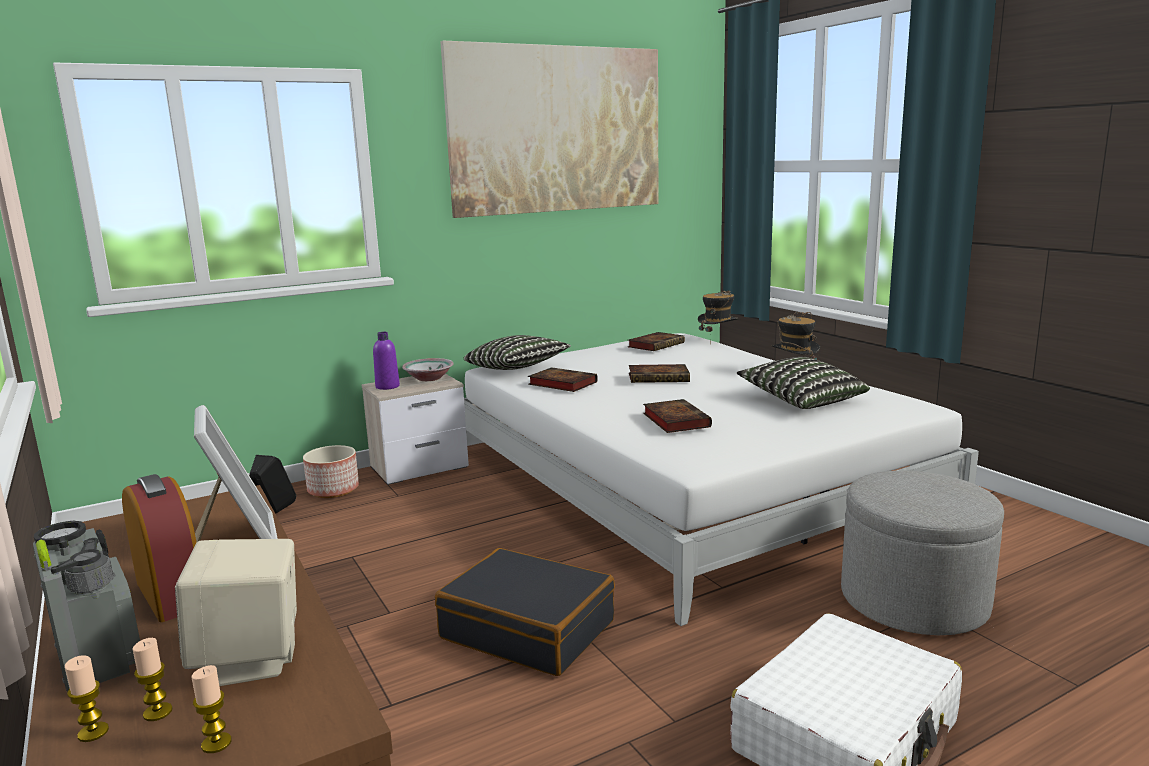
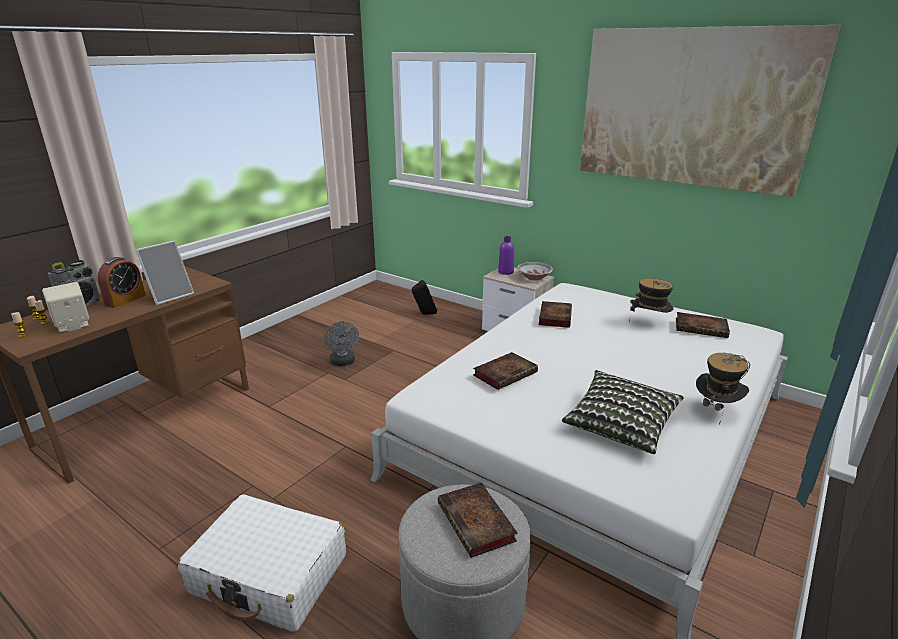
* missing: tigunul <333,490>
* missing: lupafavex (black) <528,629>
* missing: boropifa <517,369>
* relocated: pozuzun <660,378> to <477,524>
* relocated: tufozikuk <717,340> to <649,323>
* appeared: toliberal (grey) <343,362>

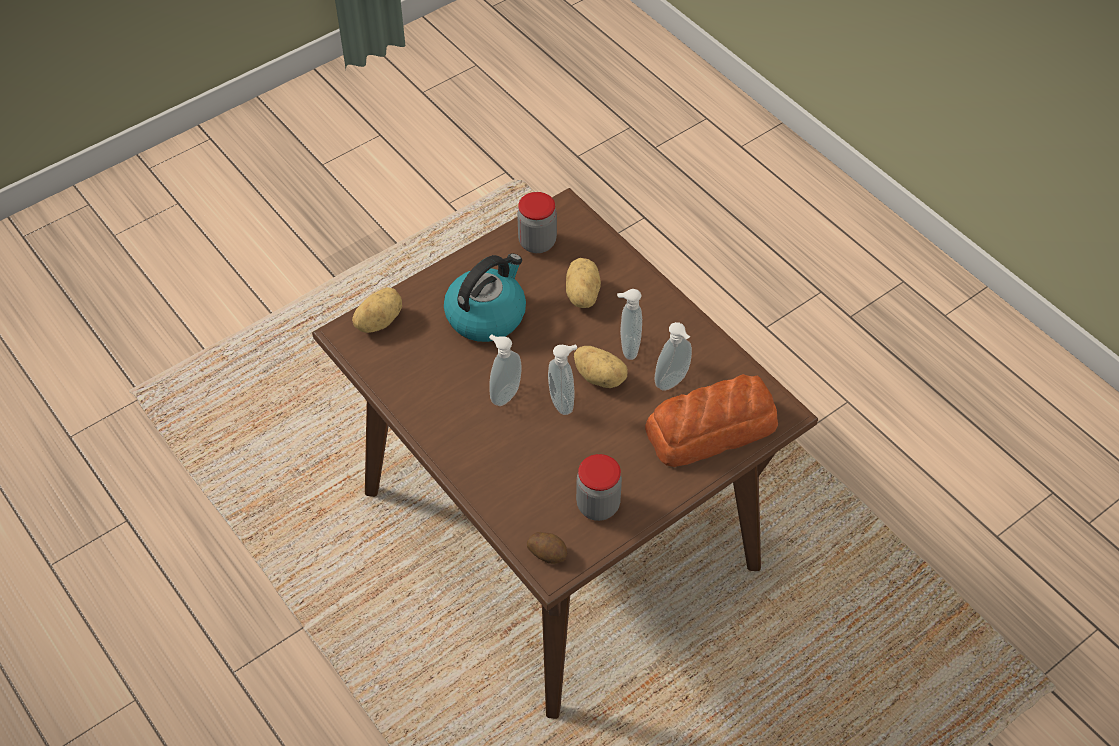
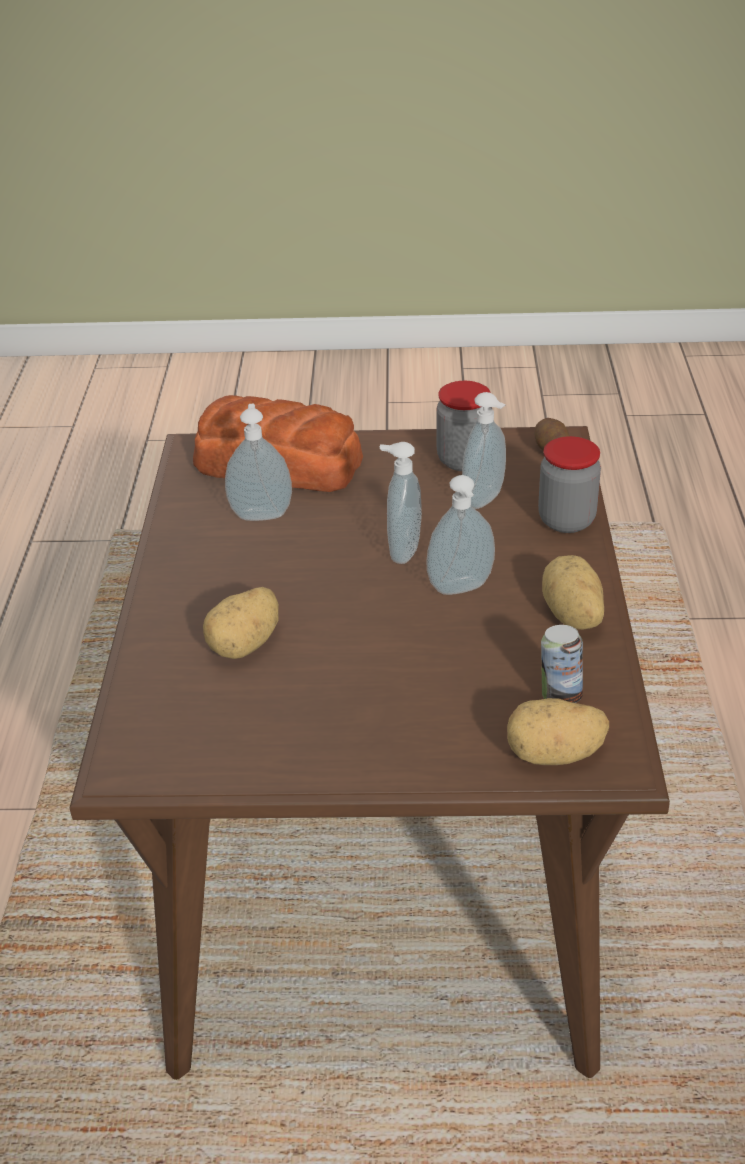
* missing: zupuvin <486,315>
* relocated: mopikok <537,242> to <566,520>
* relocated: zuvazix <600,376> to <571,616>
* relocated: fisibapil <627,348> to <486,500>
* appeared: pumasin <559,696>

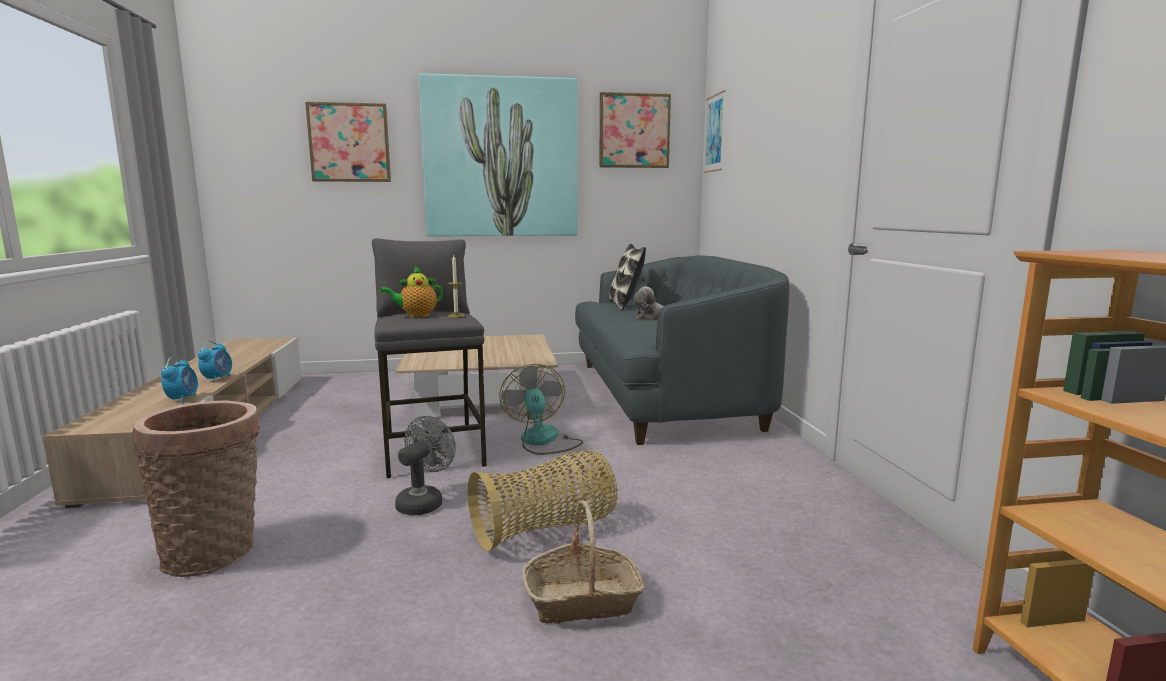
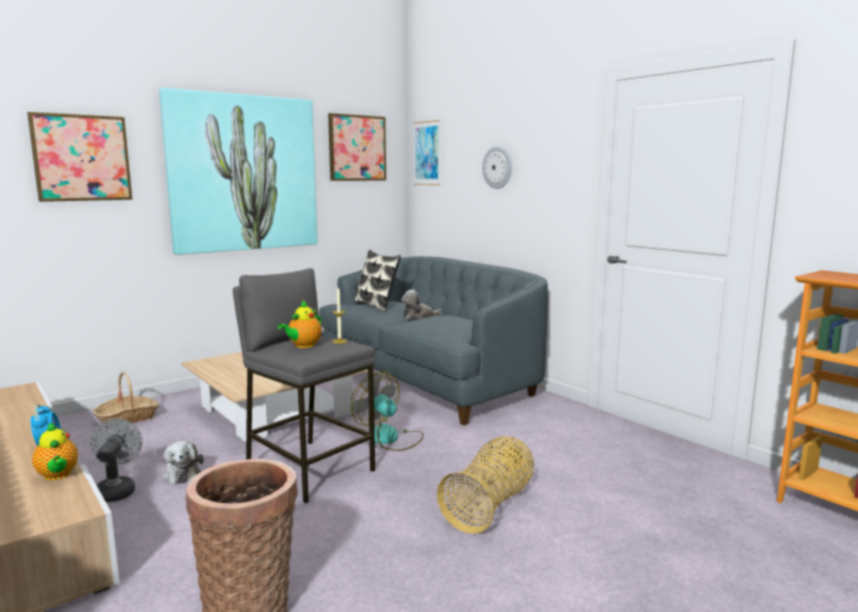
* exchanged: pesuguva <183,399> to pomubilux <58,476>
* relocated: toliberal (grey) <424,502> to <117,490>
* relocated: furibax <582,600> to <127,419>
* appeared: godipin <182,474>
* appeared: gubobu <497,167>

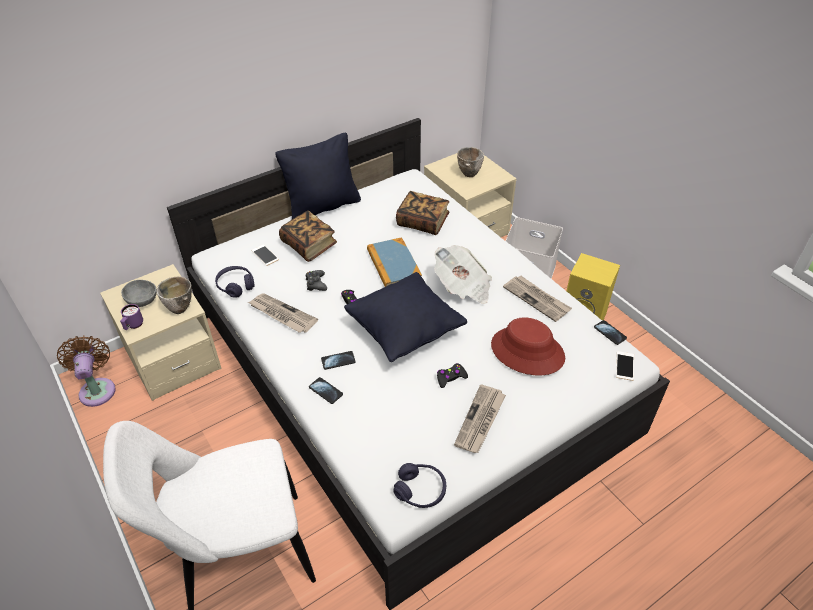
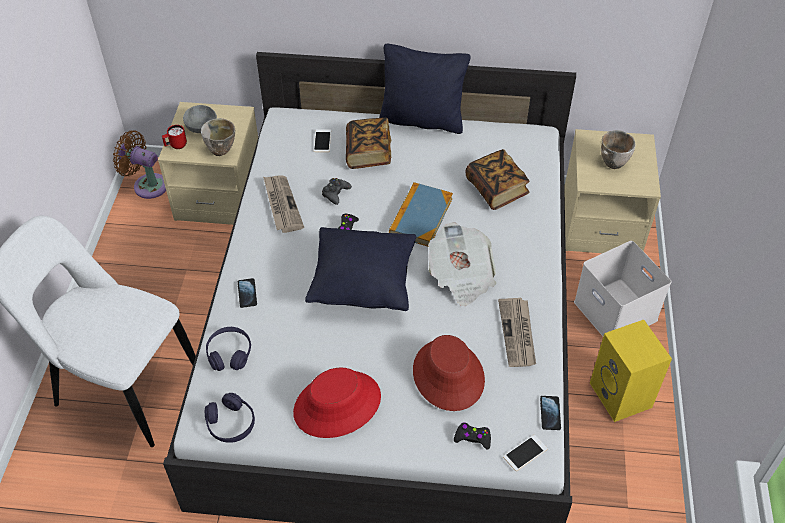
* spun: toliberal (brown) <97,389> = <147,185> 90 degrees counterclockwise
* colour: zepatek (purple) <133,326> to zepatek (red) <176,146>
* relocated: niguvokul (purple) <236,286> to <229,354>
* missing: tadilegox <338,361>
* relocated: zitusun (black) <450,378> to <472,438>
* exchanged: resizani <480,421> to tufozikuk (red) <337,405>

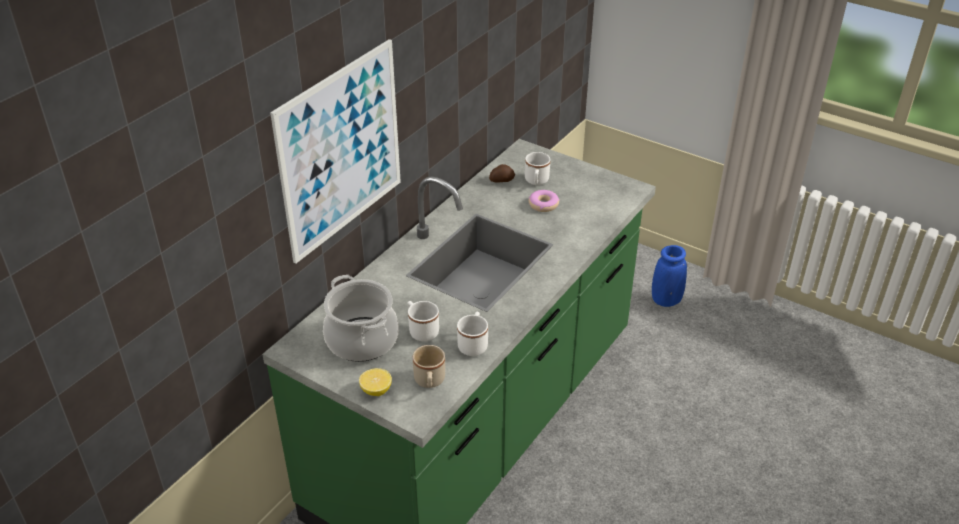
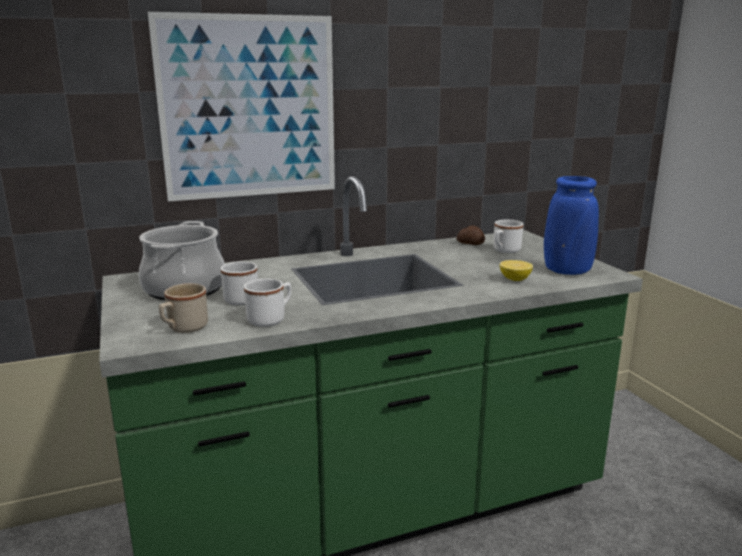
* relocated: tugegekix <376,390> to <515,279>
* missing: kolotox <543,205>
* relocated: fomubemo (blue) <666,300> to <566,271>

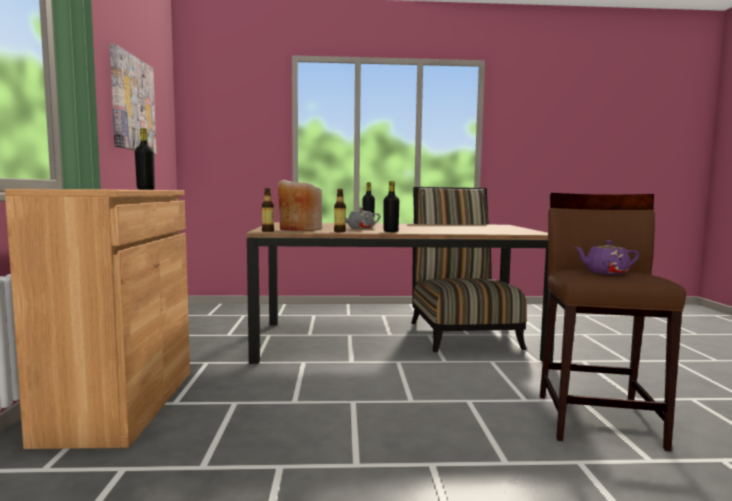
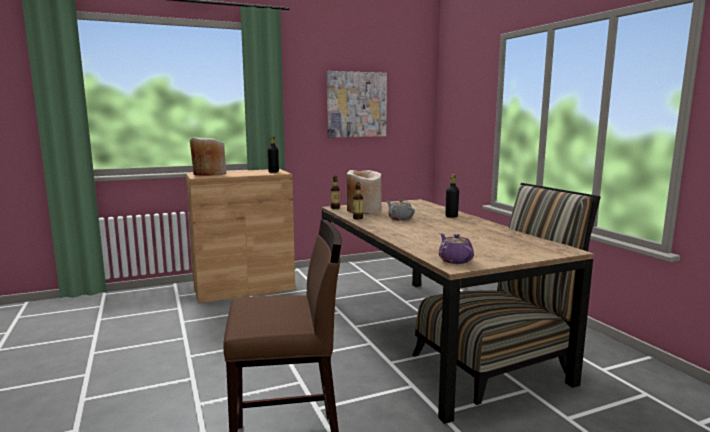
* missing: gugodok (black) <390,231>
* relocated: pomubilux (purple) <605,272> to <455,260>
* appeared: fomubemo (beige) <209,174>

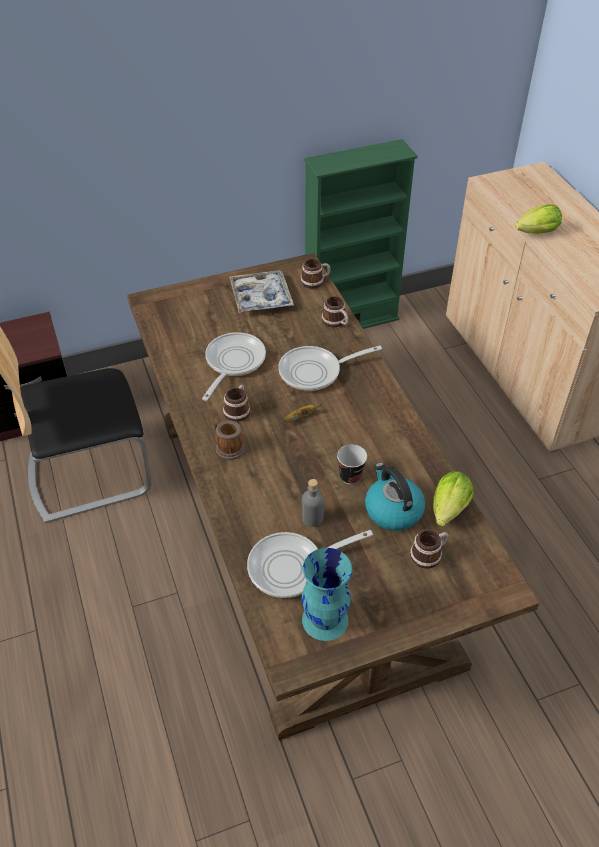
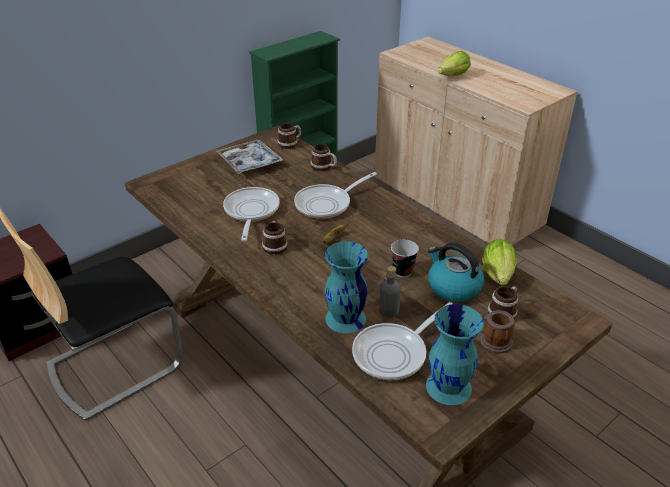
* relocated: zepatek <227,447> to <492,341>
* appeared: fomubemo (turquoise) <345,319>

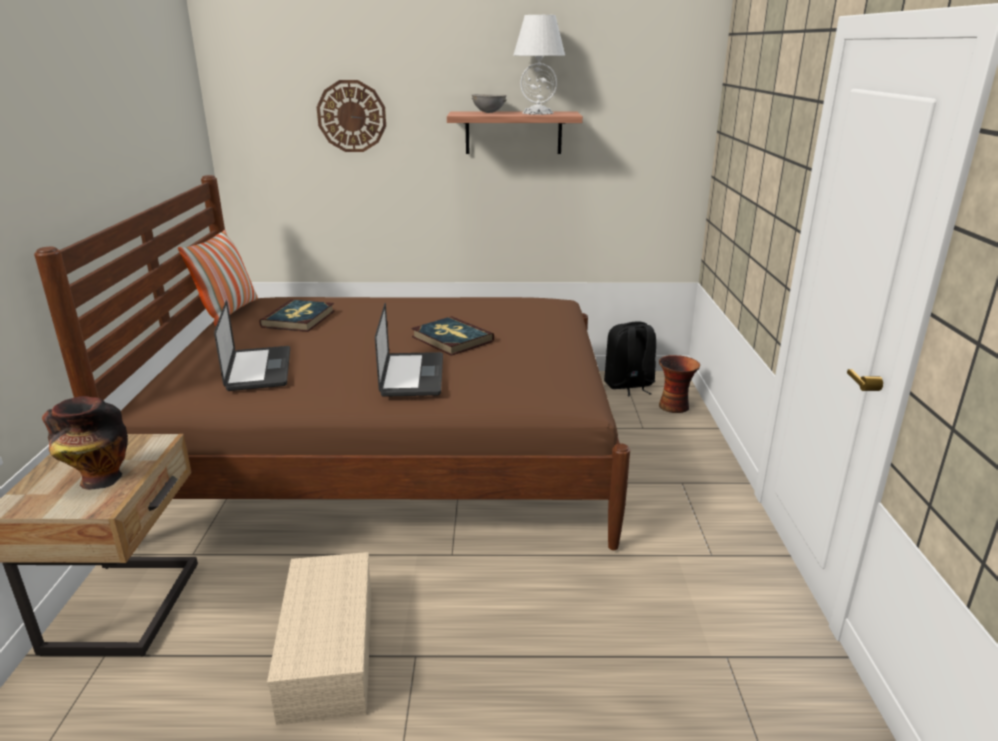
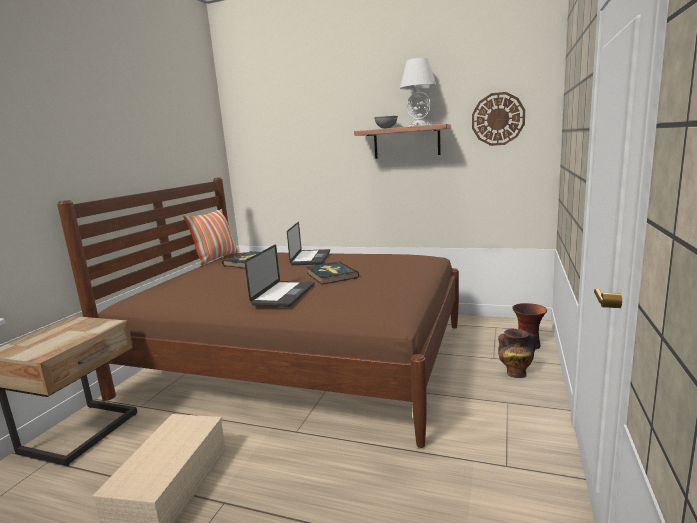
* relocated: fomubemo <98,479> to <515,373>
* relocated: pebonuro <259,370> to <311,258>
* relocated: gubobu <351,116> to <498,119>
* missing: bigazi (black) <628,385>

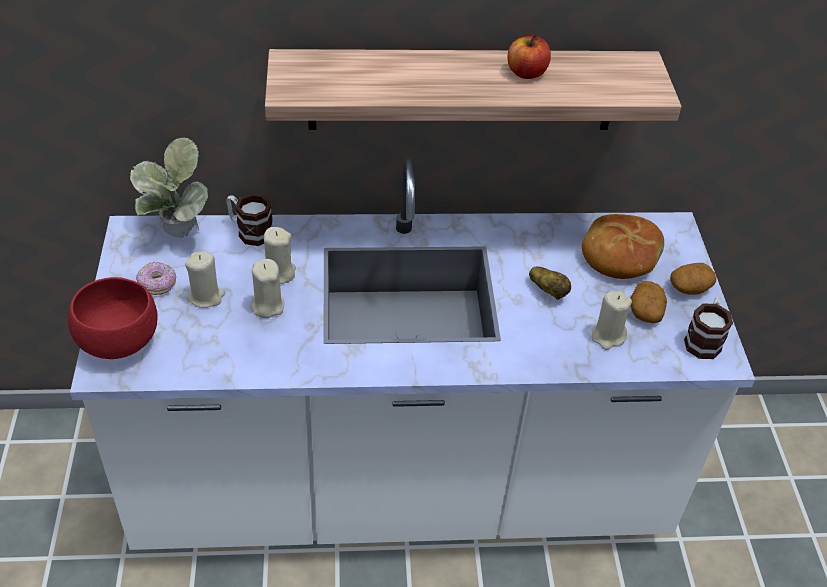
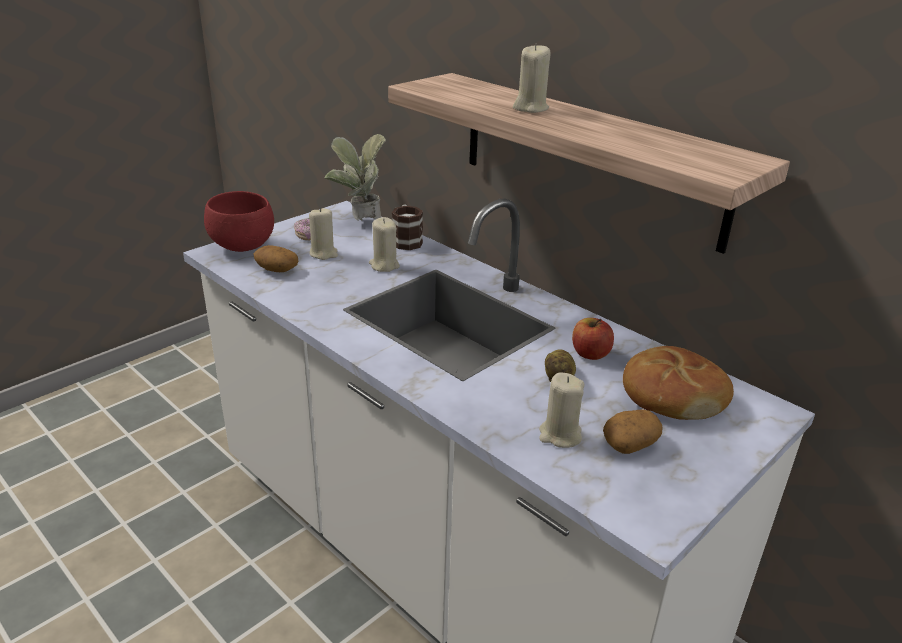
* relocated: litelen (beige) <267,305> to <530,108>
* relocated: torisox <526,73> to <590,354>
* relocated: zuvazix <689,288> to <276,269>
* missing: zepatek <704,339>

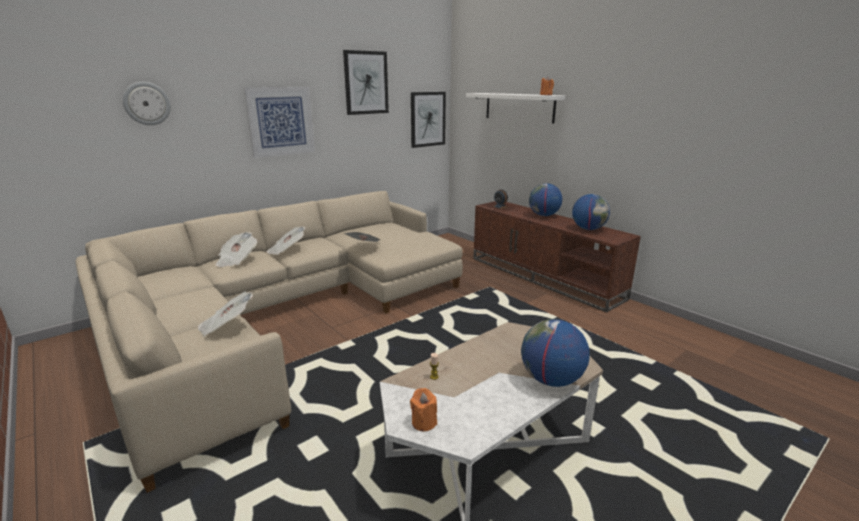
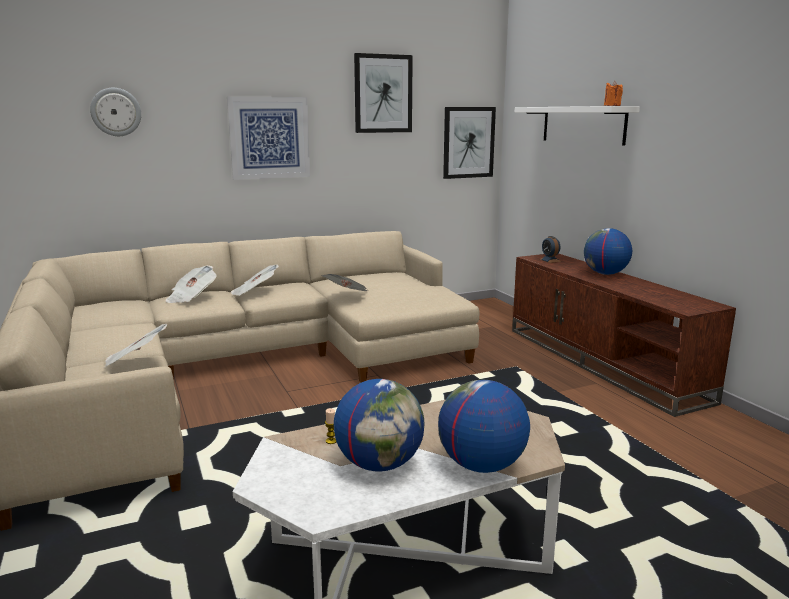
* missing: litelen (orange) <424,422>
* relocated: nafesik <588,229> to <379,464>

